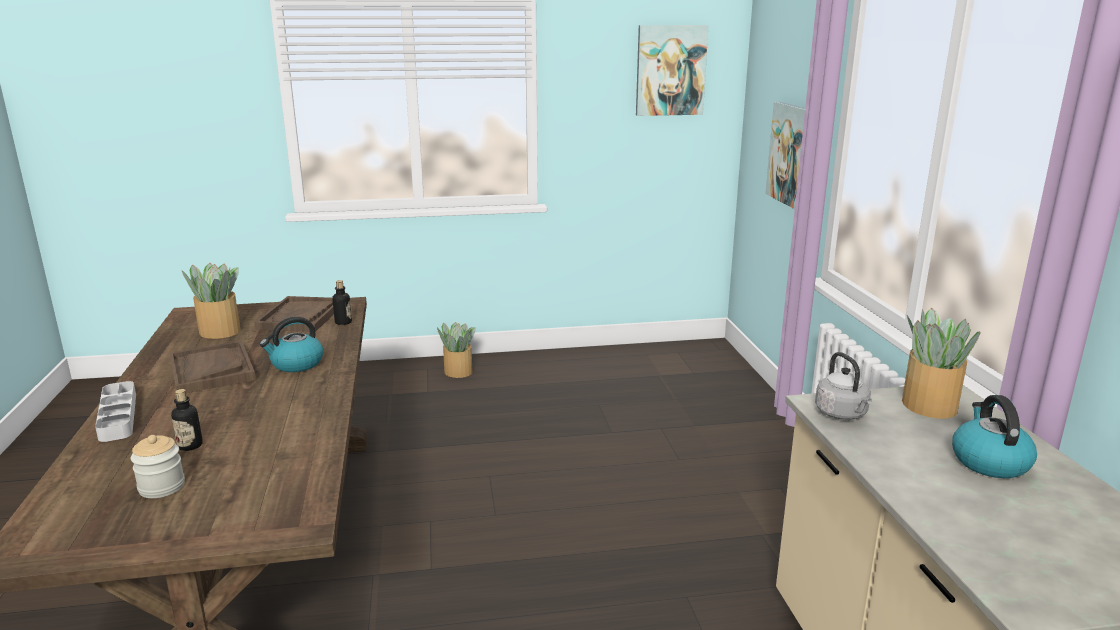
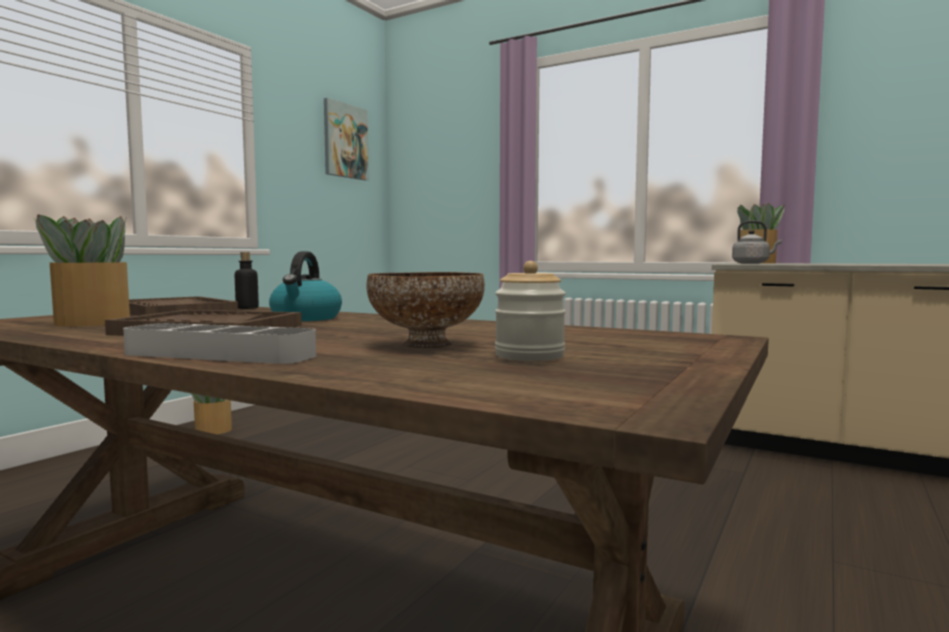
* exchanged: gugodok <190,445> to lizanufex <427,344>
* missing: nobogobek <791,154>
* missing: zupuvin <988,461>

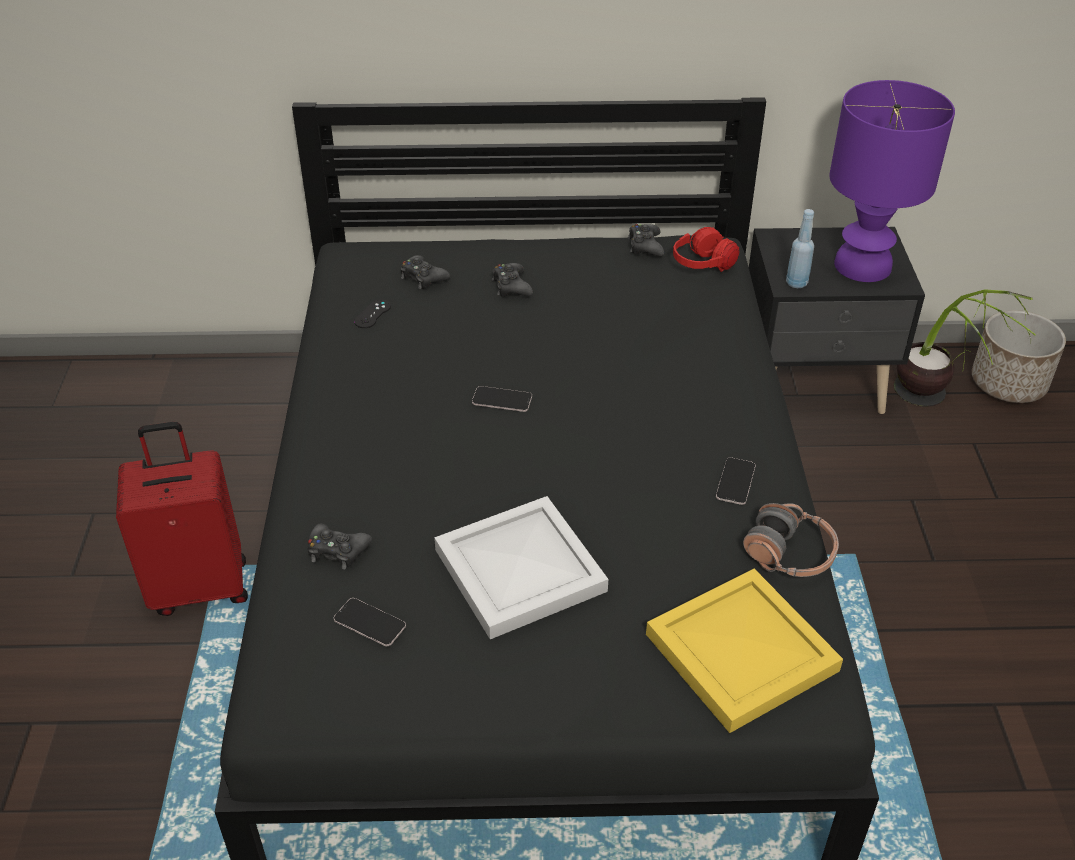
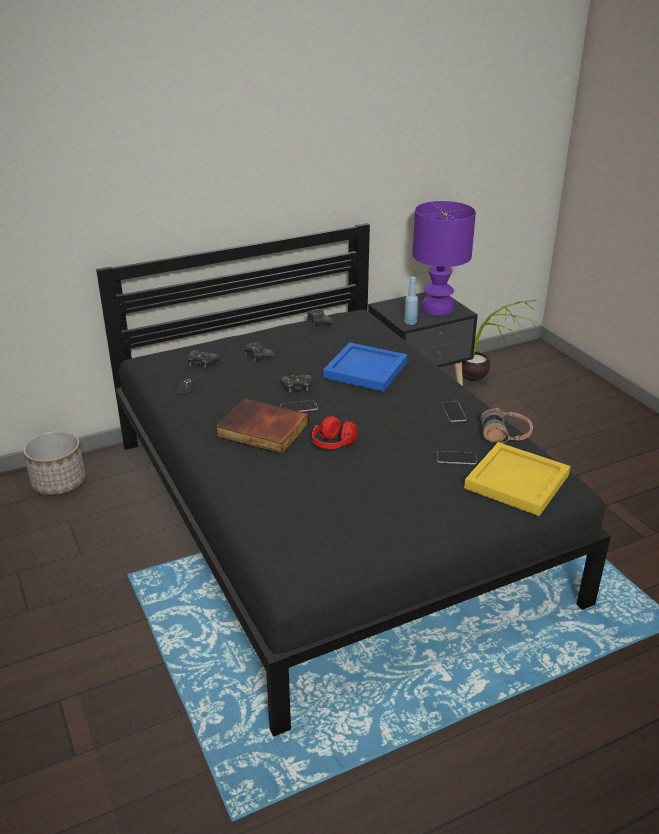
* missing: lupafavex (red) <200,586>
* relocated: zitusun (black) <337,551> to <297,387>
* relocated: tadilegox <369,623> to <456,458>
* missing: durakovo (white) <521,568>
* relocated: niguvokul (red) <703,266> to <334,446>
* relocated: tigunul <1008,384> to <59,482>
* appeared: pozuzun <261,431>
* appeared: durakovo (blue) <364,370>

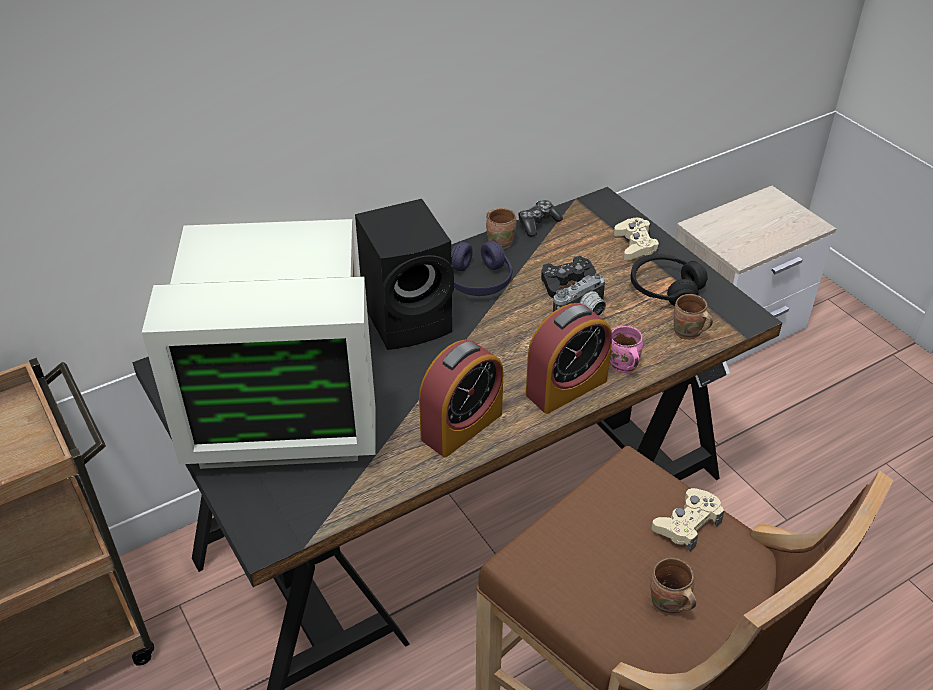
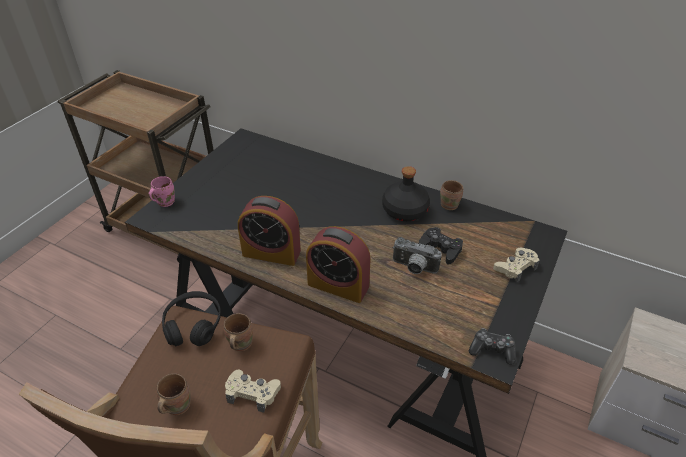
* missing: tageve <284,407>
* missing: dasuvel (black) <410,318>
* exchanged: niguvokul (purple) <478,280> to gugodok (black) <404,210>
* relocated: zitusun <538,223> to <492,350>
* relocated: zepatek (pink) <622,366> to <164,202>
* relocated: niguvokul (black) <665,289> to <193,325>
* relocated: zepatek (brown) <687,333> to <239,344>

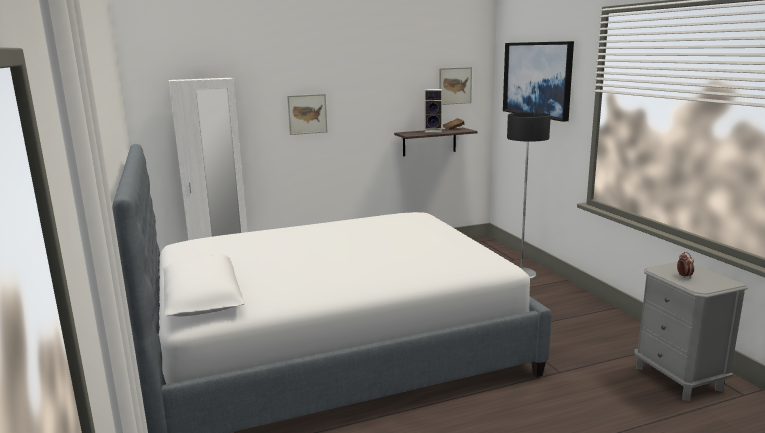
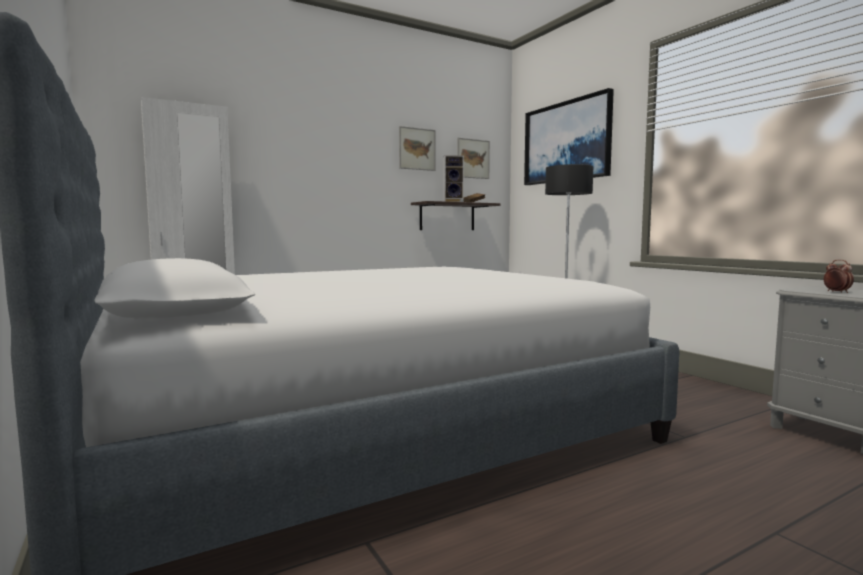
* relocated: nobogobek <307,114> to <417,149>

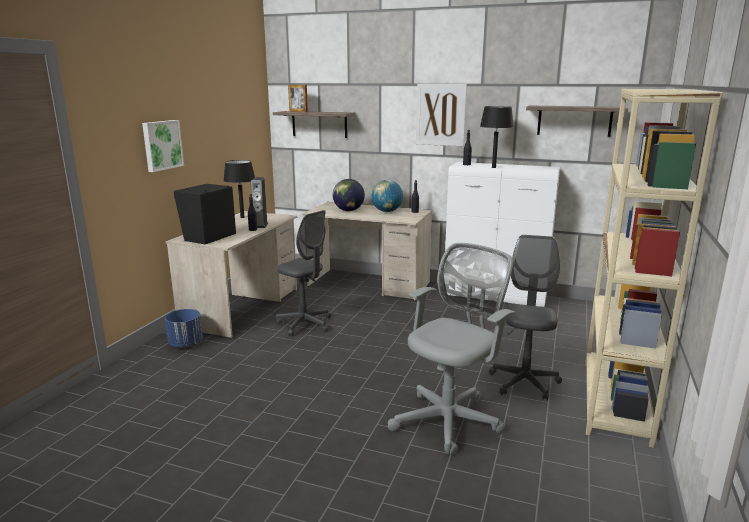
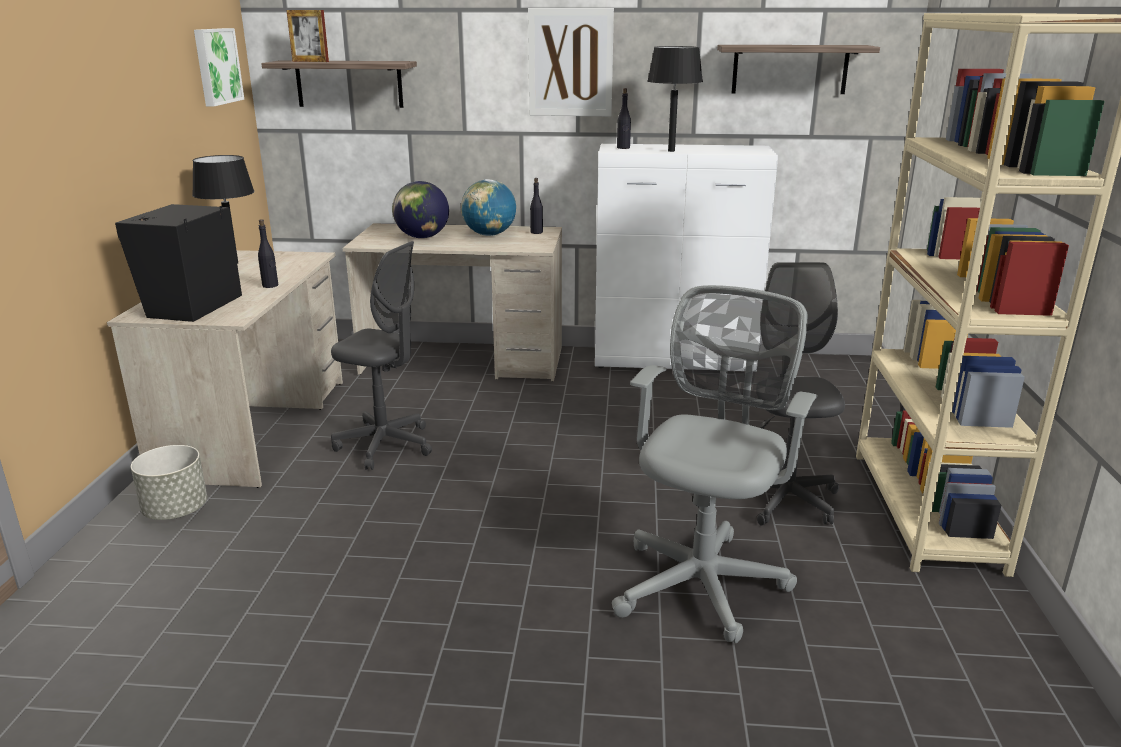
* relocated: nobogobek <161,145> to <216,66>
* colour: tigunul (blue) <186,344> to tigunul (grey) <176,510>
* missing: dasuvel <260,225>

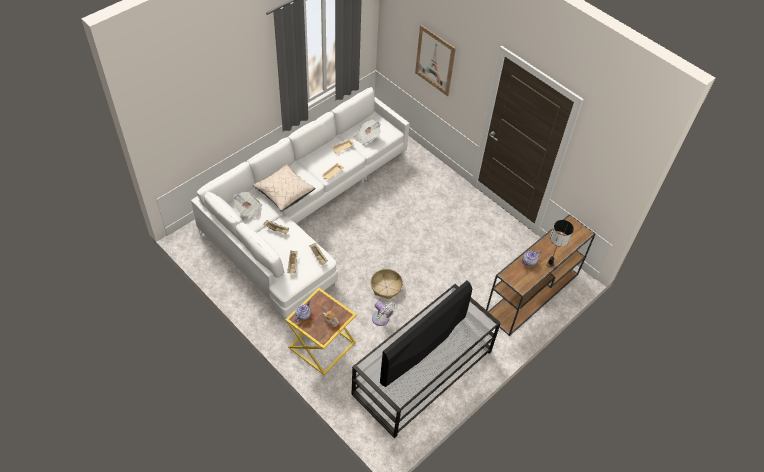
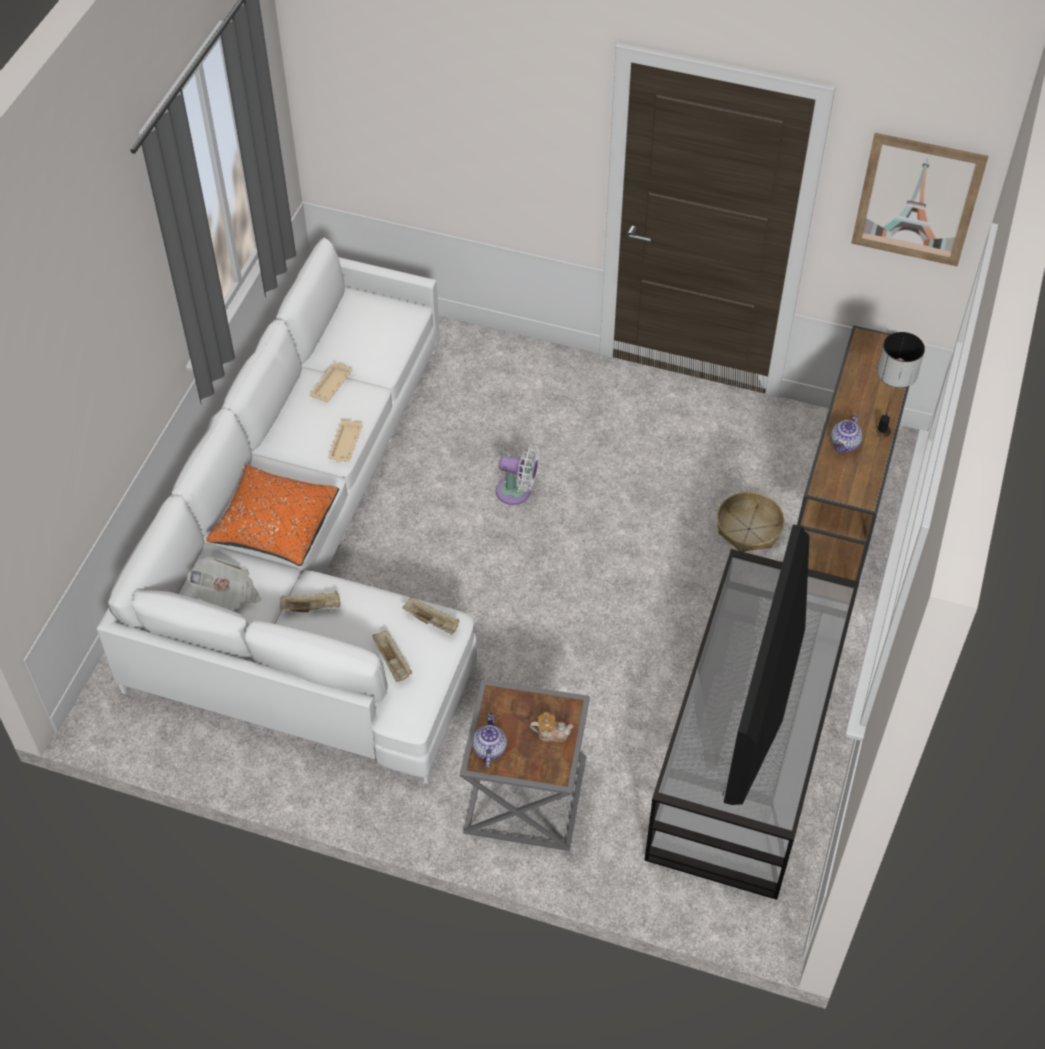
* colour: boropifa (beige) <284,193> to boropifa (orange) <275,527>
* colour: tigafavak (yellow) <321,344> to tigafavak (grey) <524,793>
* missing: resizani <367,137>
* relocated: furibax <386,287> to <749,529>
* relocated: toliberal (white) <382,319> to <517,492>
* relocated: nobogobek <435,60> to <917,200>

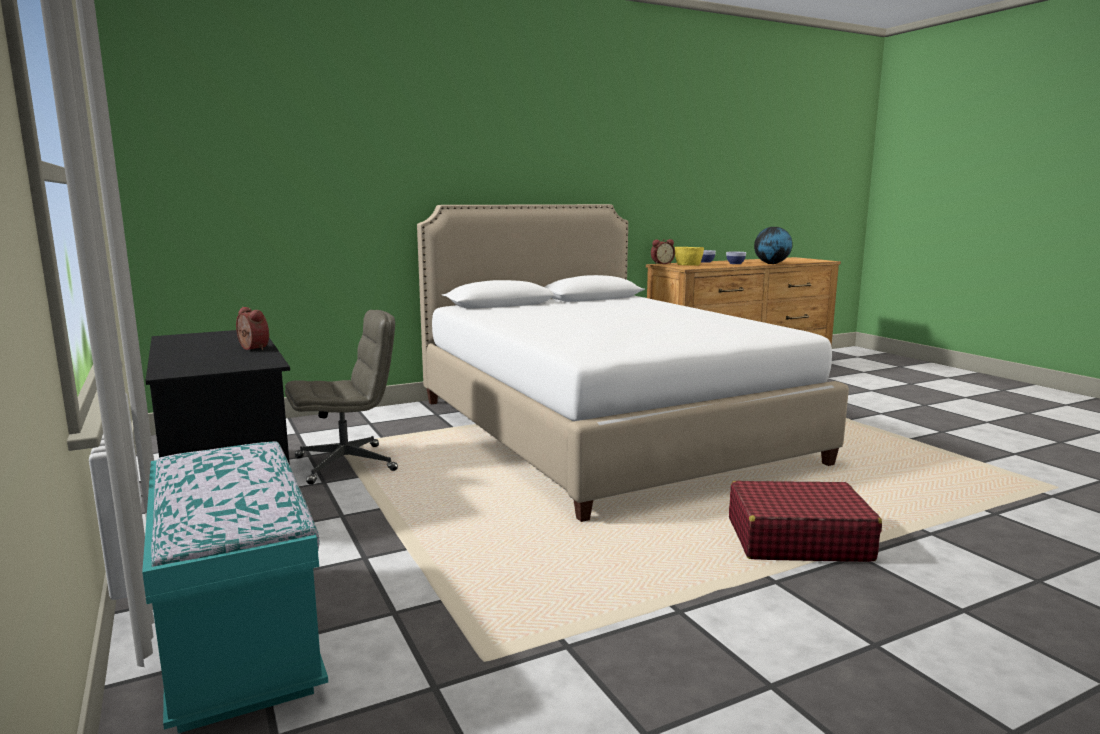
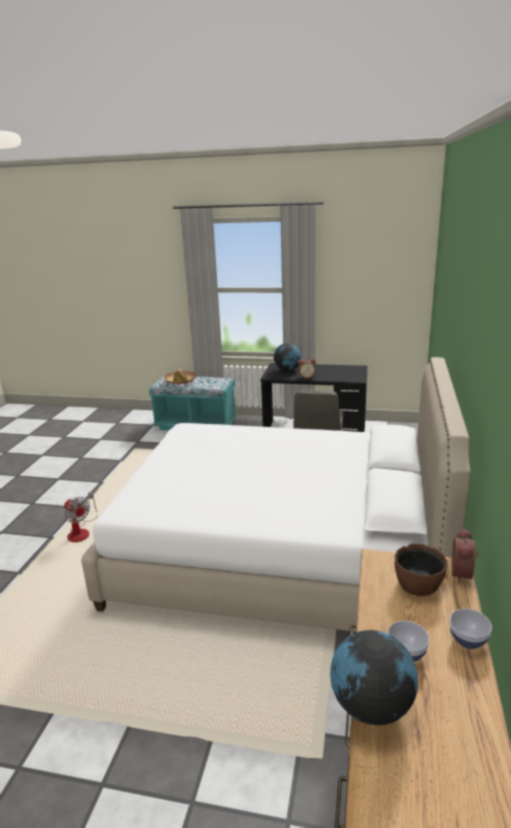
* colour: lizanufex (yellow) <688,265> to lizanufex (brown) <419,584>
* exchanged: lupafavex (red) <797,539> to toliberal <81,531>
* appeared: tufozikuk <180,381>
* appeared: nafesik <287,370>

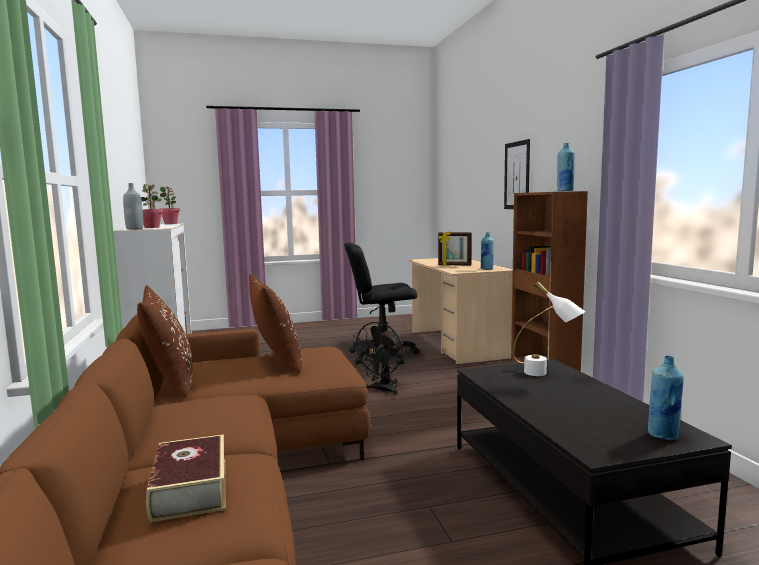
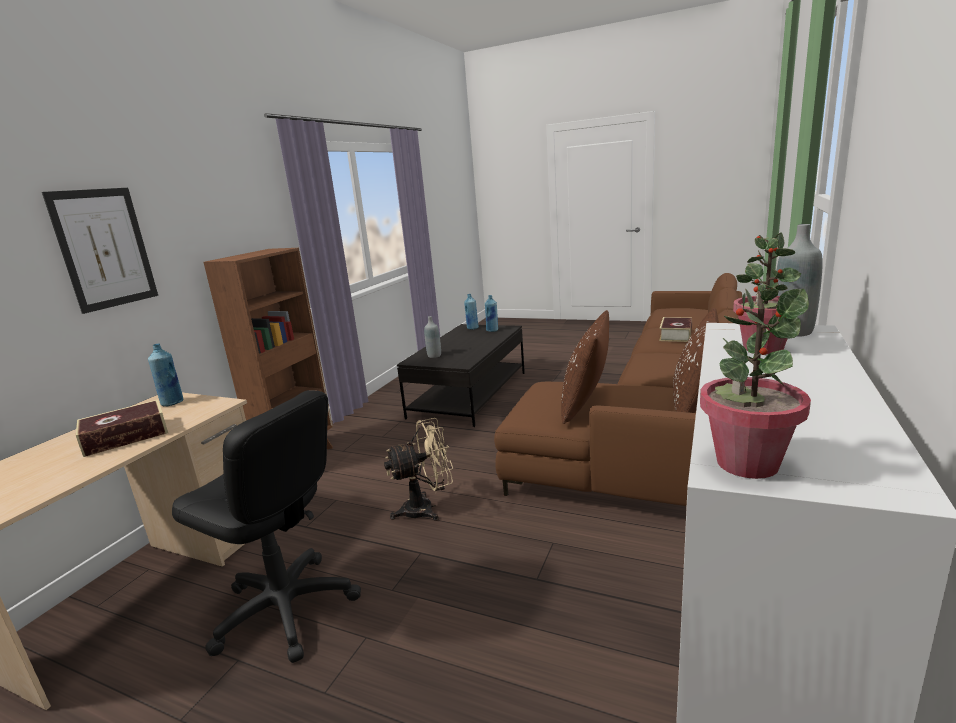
* colour: toliberal (black) <382,390> to toliberal (beige) <426,508>
* exchanged: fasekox <454,265> to pozuzun <126,436>
* exchanged: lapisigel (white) <546,374> to gugodok (grey) <434,355>
* relocated: gugodok (blue) <565,191> to <492,330>

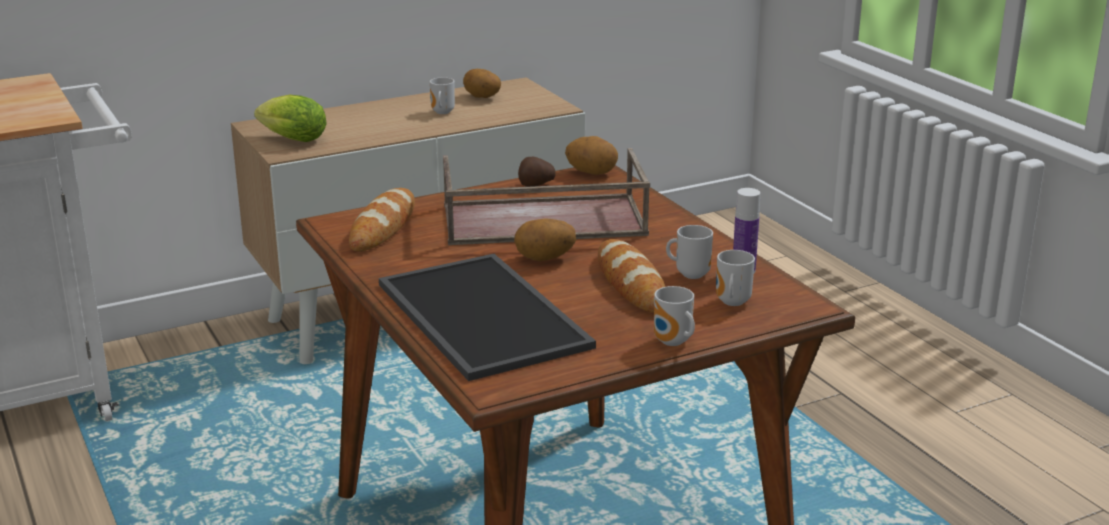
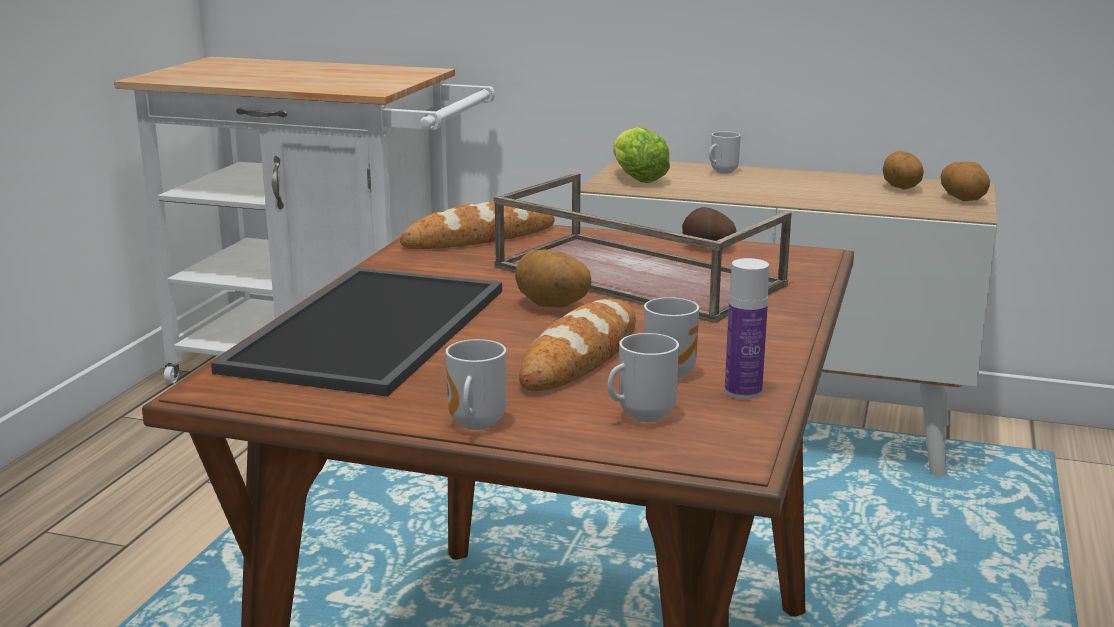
* relocated: zepatek <441,113> to <721,172>
* relocated: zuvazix <591,172> to <963,199>

